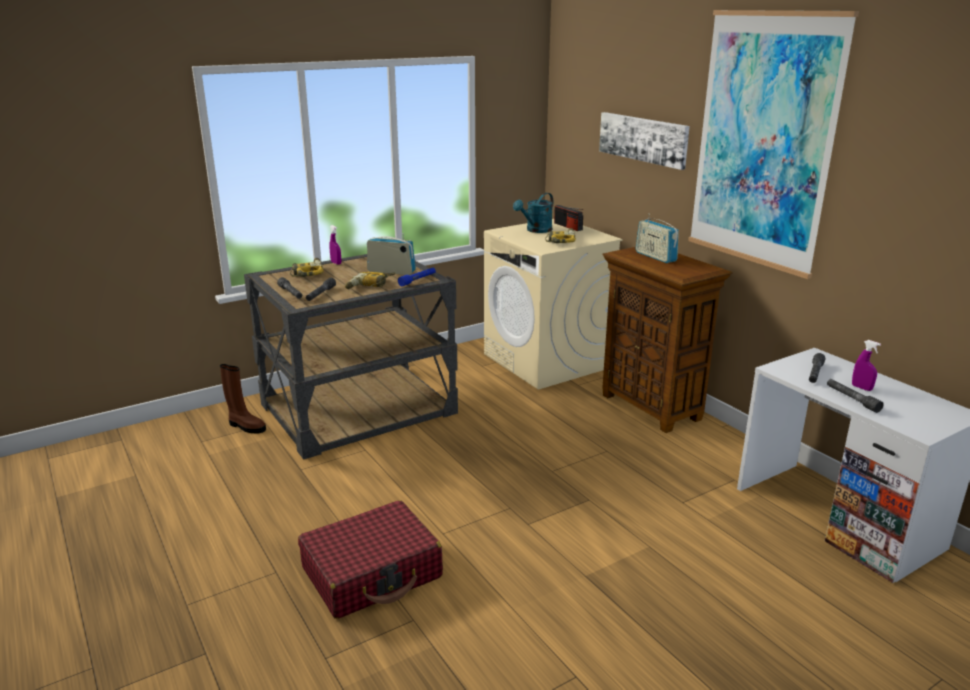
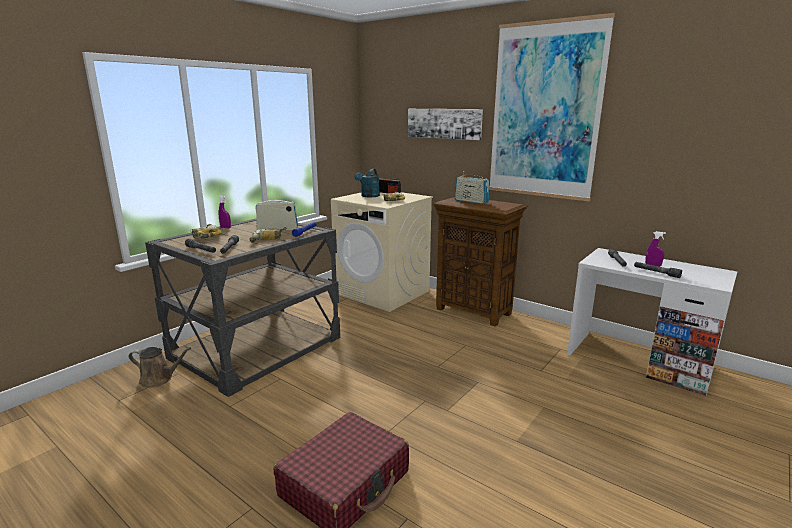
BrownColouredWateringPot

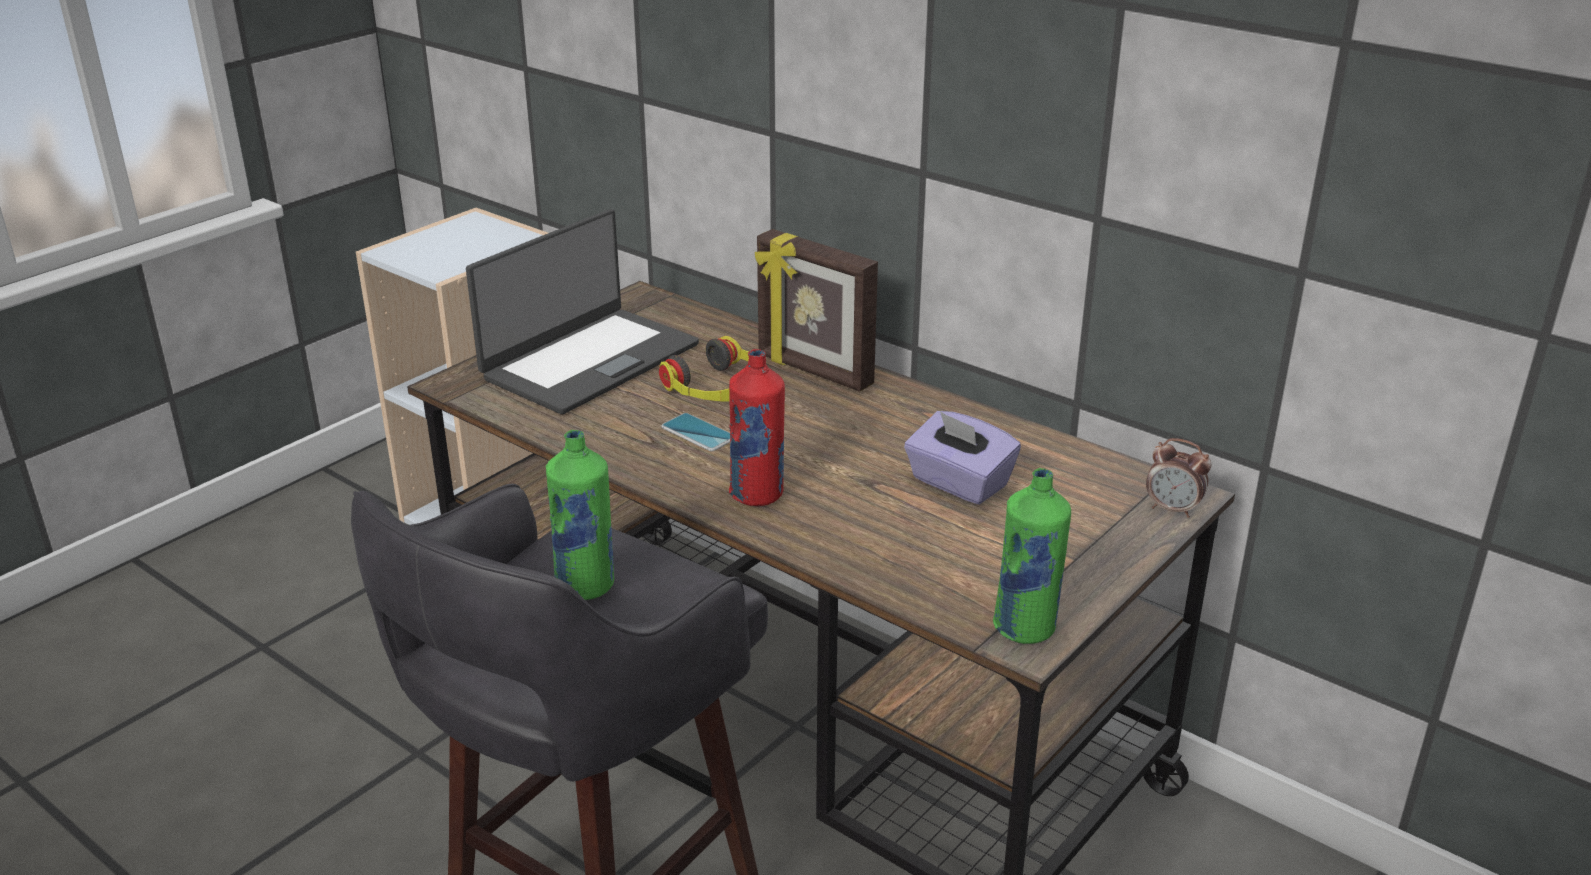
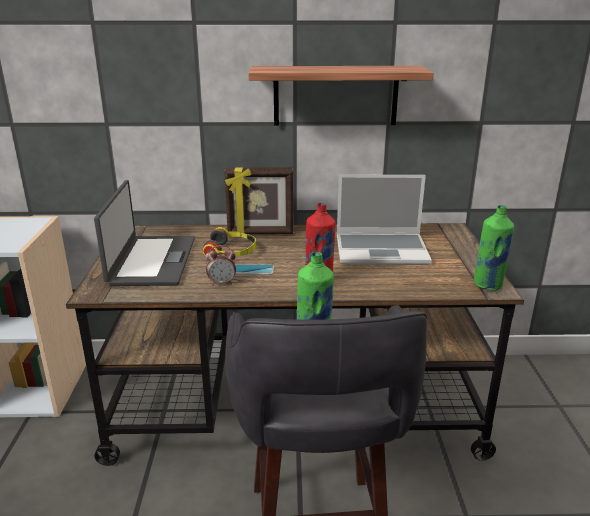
Shelf
AlarmClock
NotebookComputer (2nd from left)

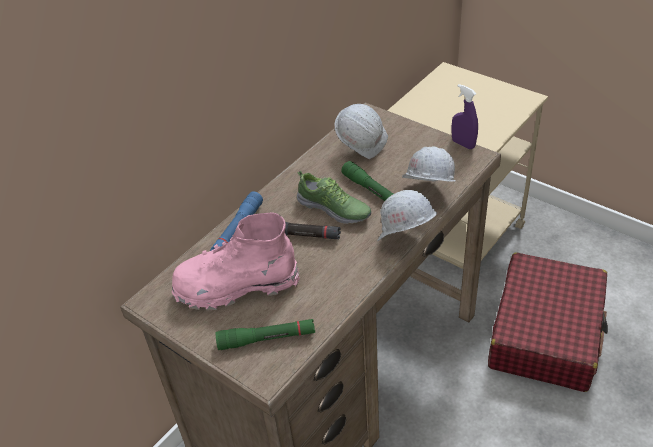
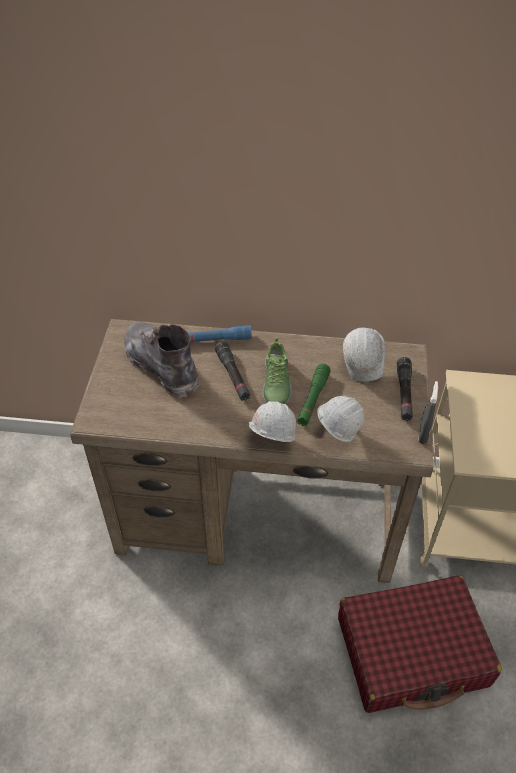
GreenishHandTorch (1st from left in the first image)
BlackColouredHandTorch (2nd from left)
GreyTallBoot
GreyHandSprayer

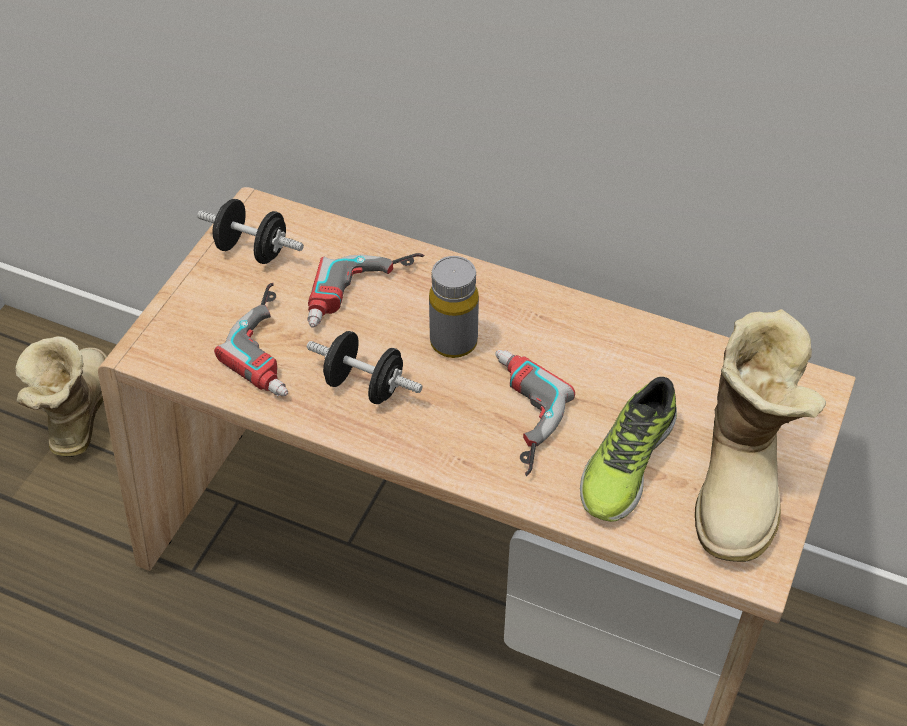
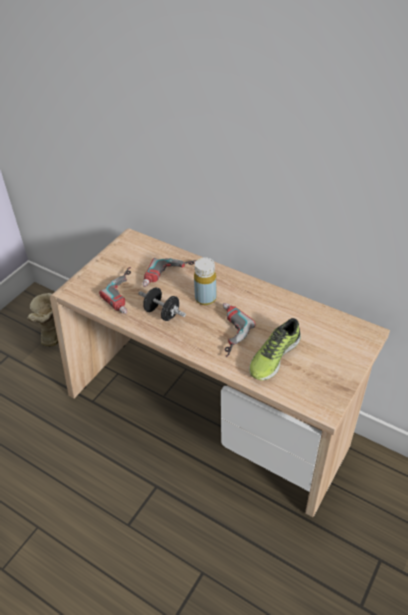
BlackColouredHandWeight (1st from left in the first image)
TallBoot (2nd from left in the first image)
YellowBeverageBottle

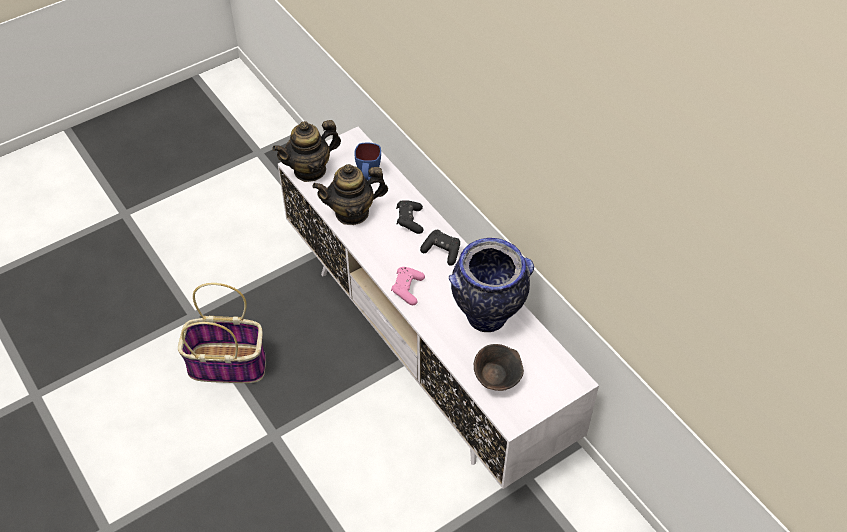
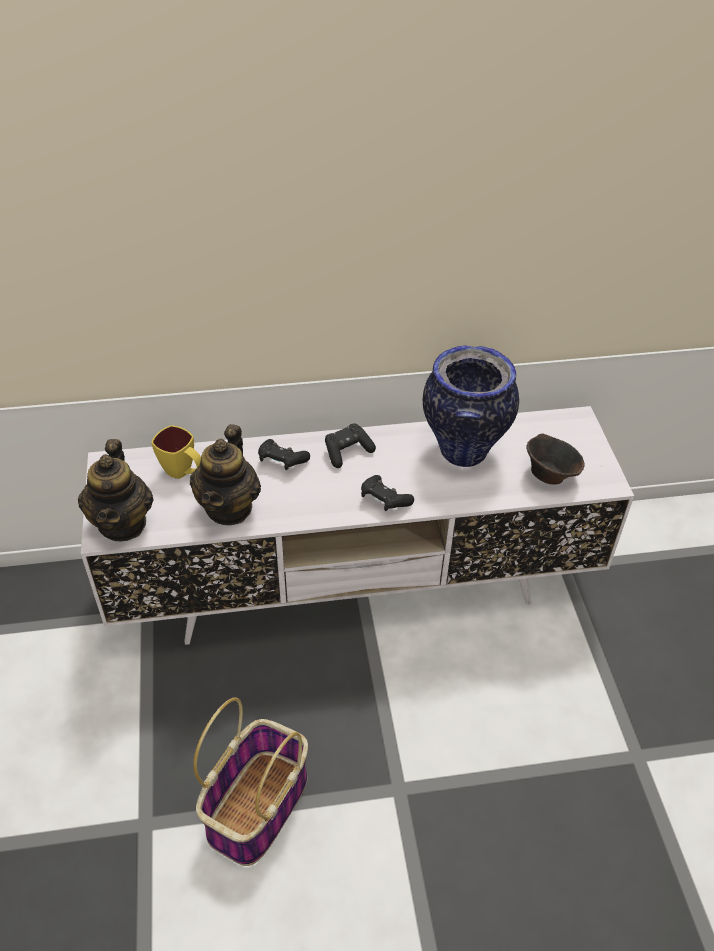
YellowCoffeeMug
BlackColouredGameController (3rd from left)

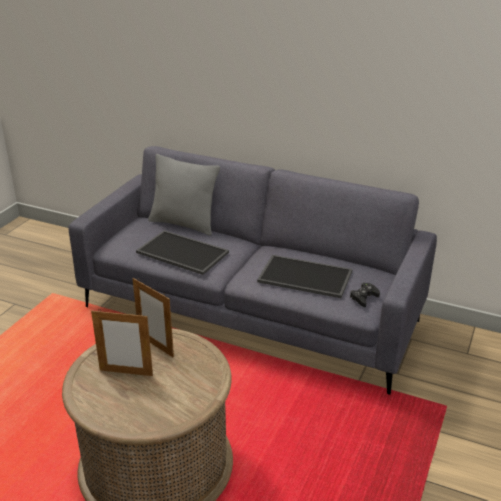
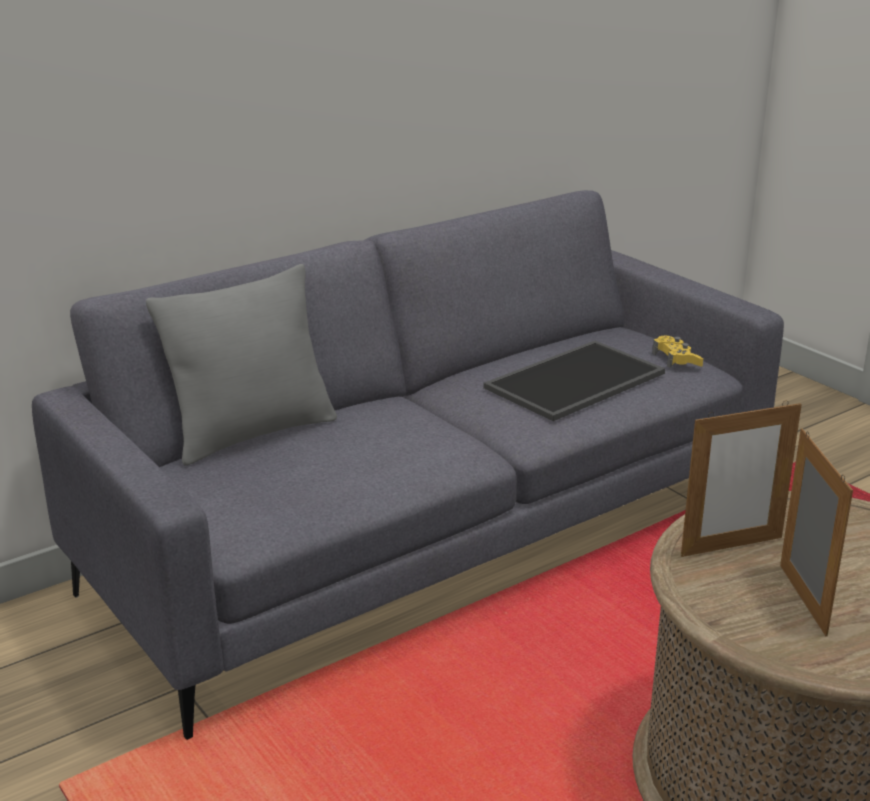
CarryingTray (1st from left in the first image)
YellowGameController
PhotoFrame (2nd from left)

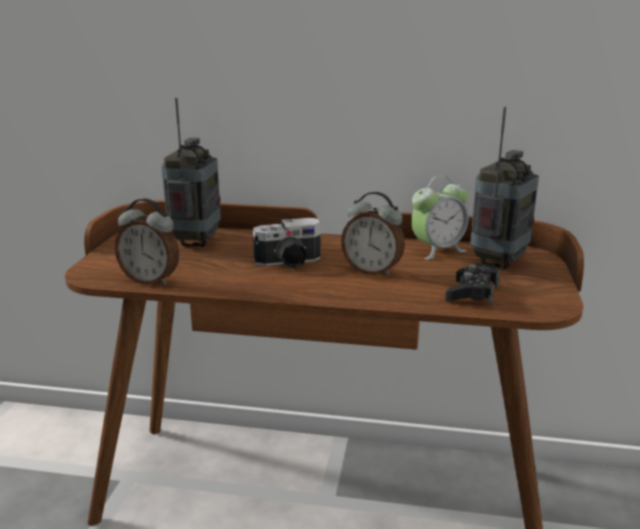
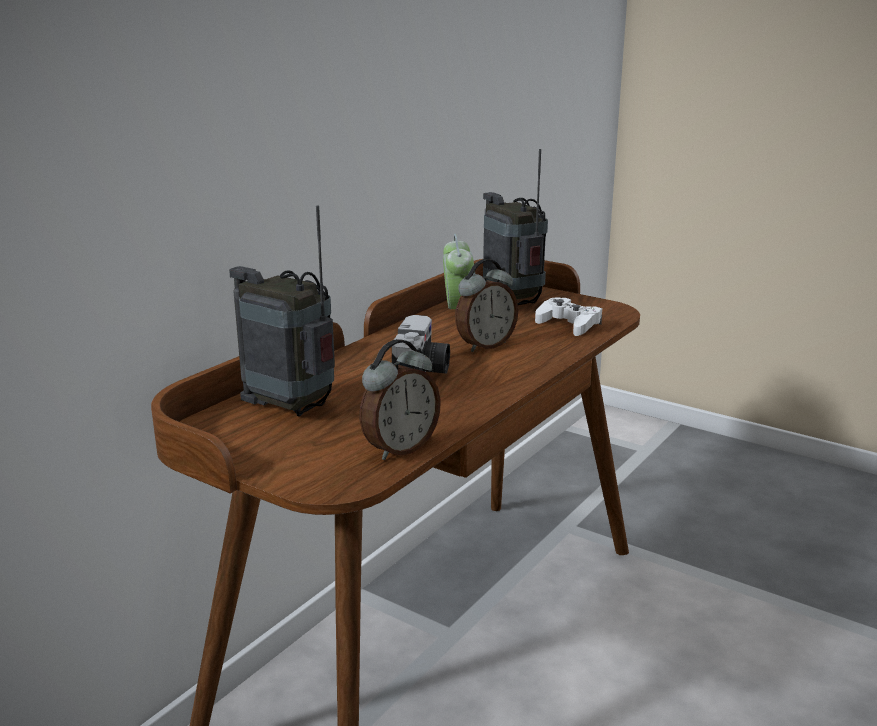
WhiteGameController

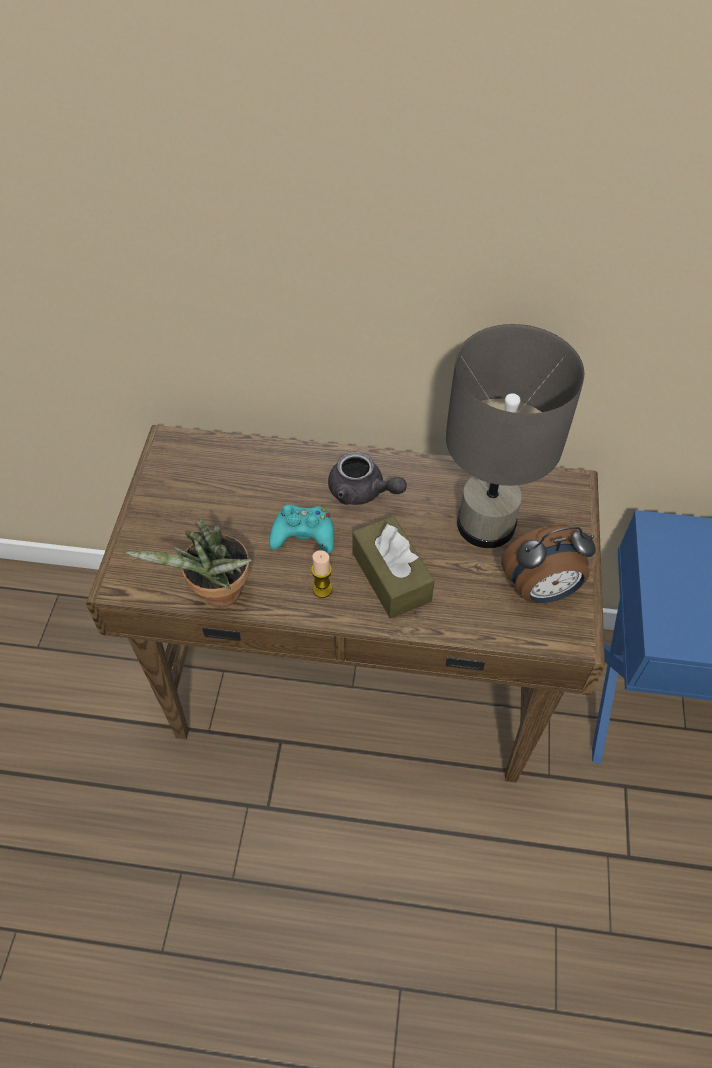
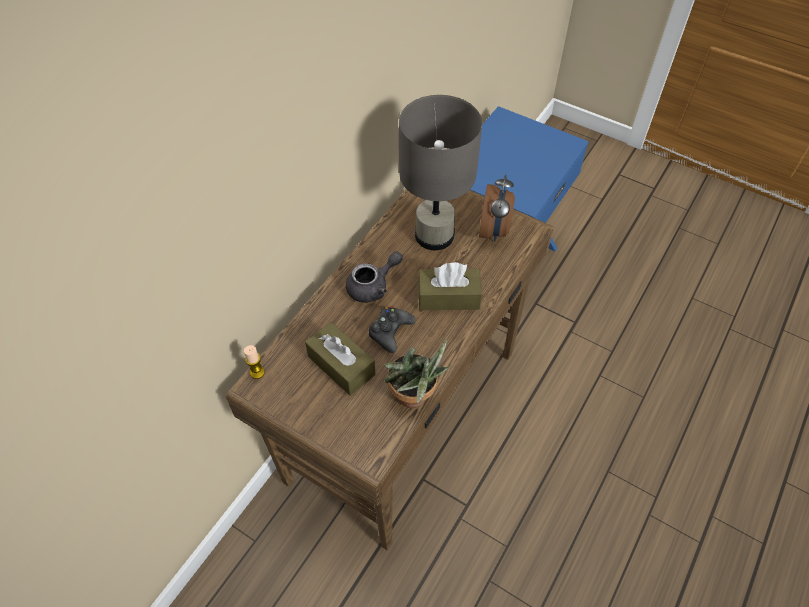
BrownColouredTissueHolder (1st from left)
WaxCandle
BlackColouredGameController

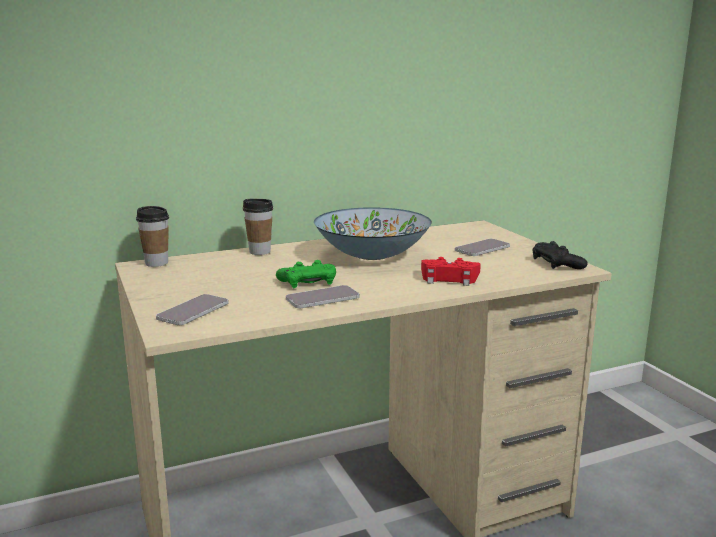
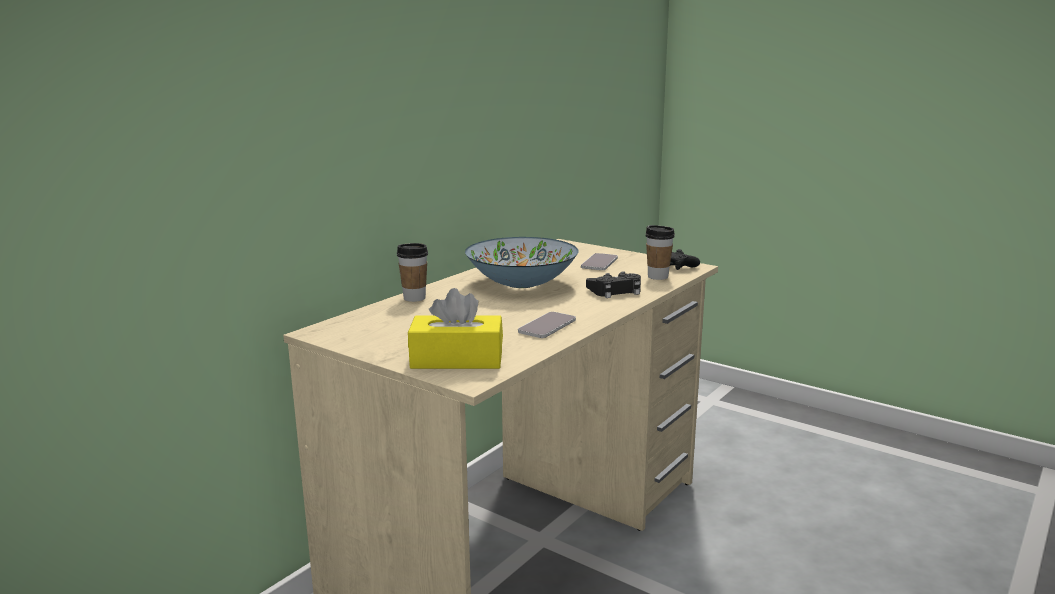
GreenishGameController
Cup (2nd from left)
YellowTissueHolder
BlackColouredGameController (1st from left)

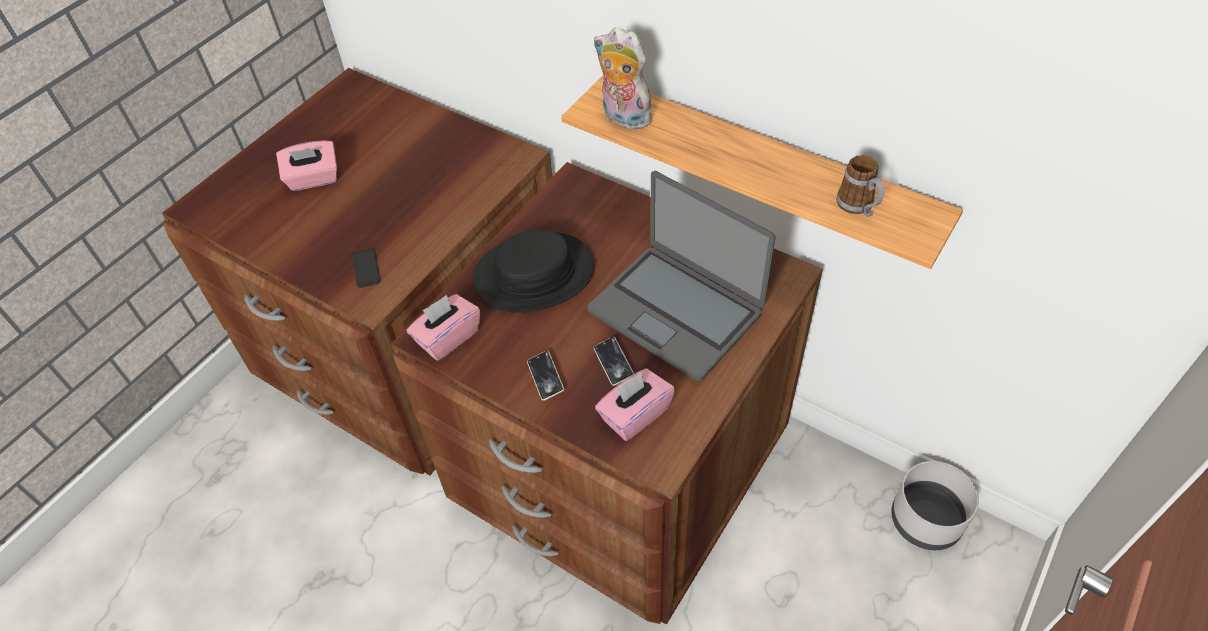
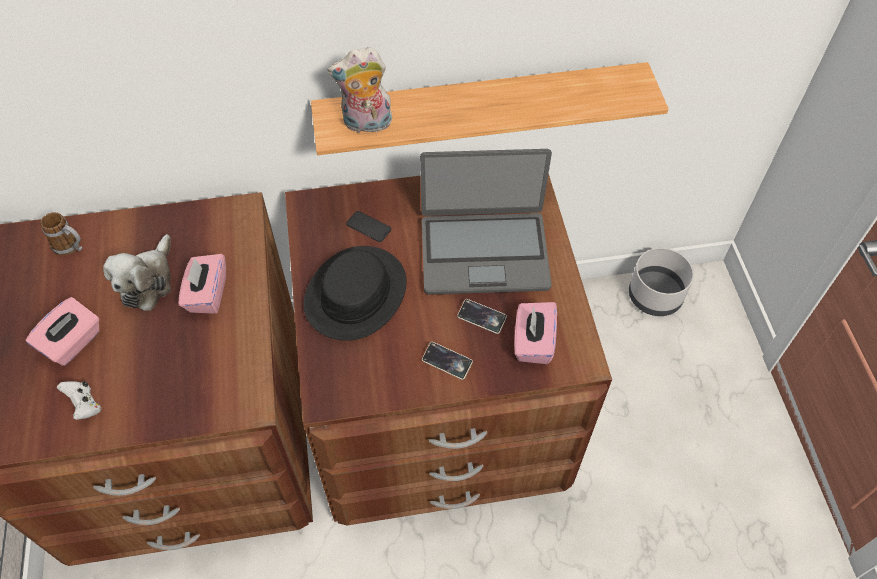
WhiteGameController
CuddlyToy (1st from left)
Handset (1st from left)
PinkishTissueHolder (2nd from left)
CoffeeMug

